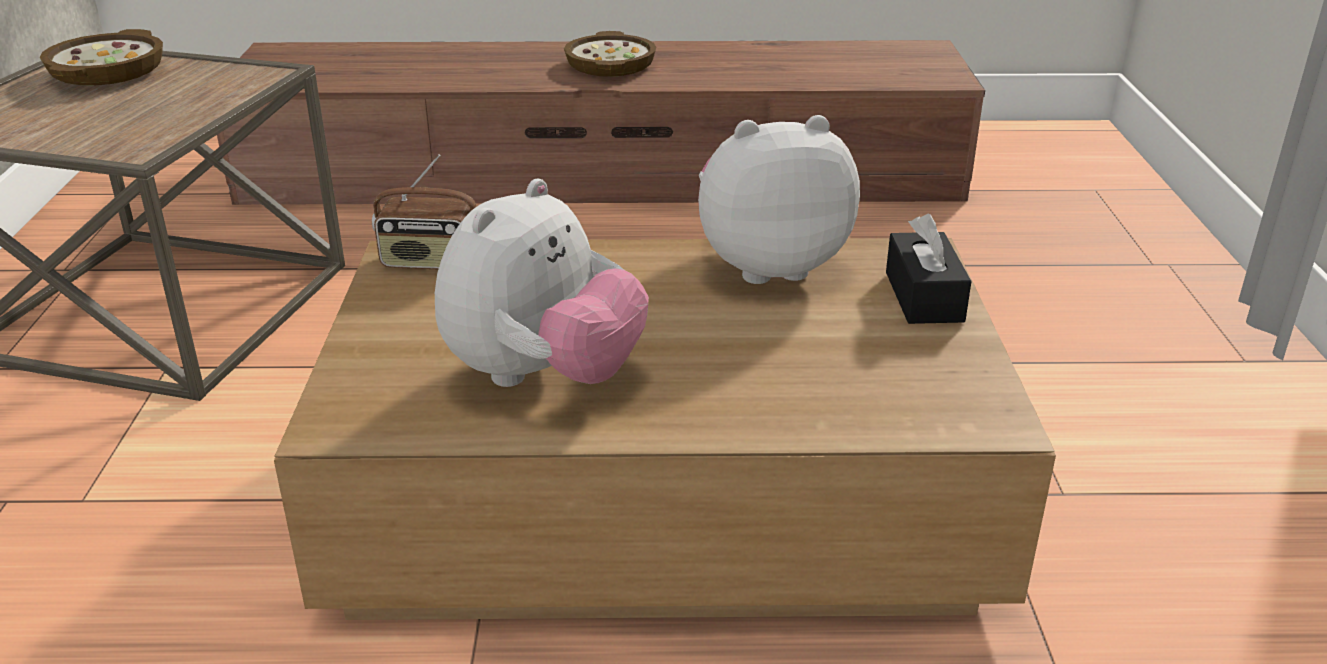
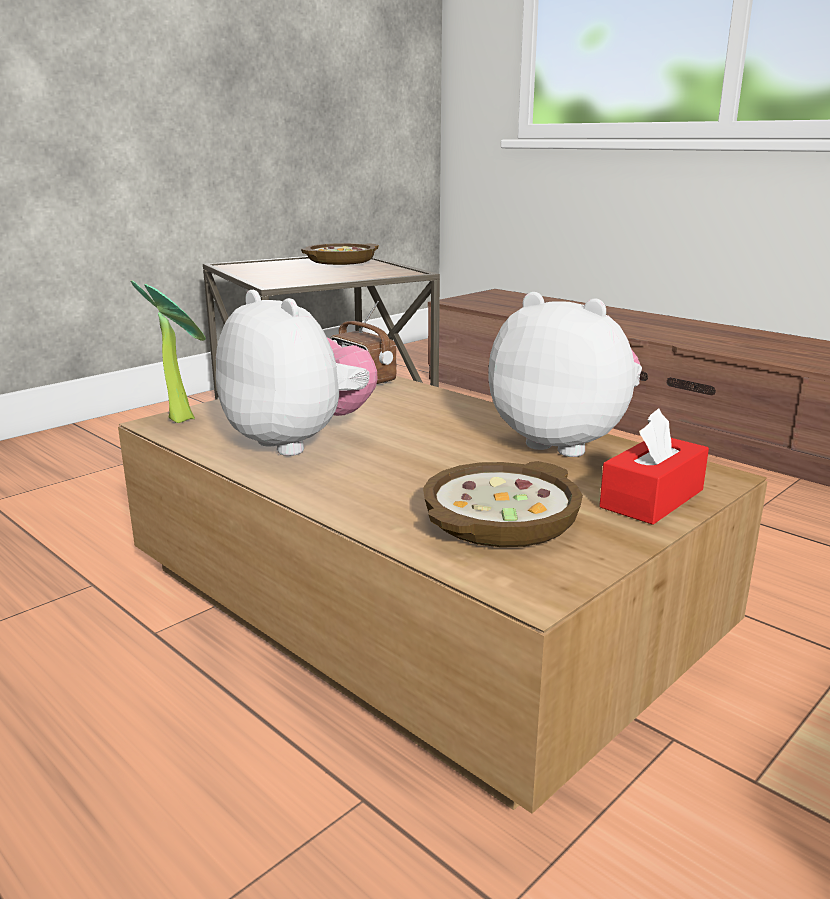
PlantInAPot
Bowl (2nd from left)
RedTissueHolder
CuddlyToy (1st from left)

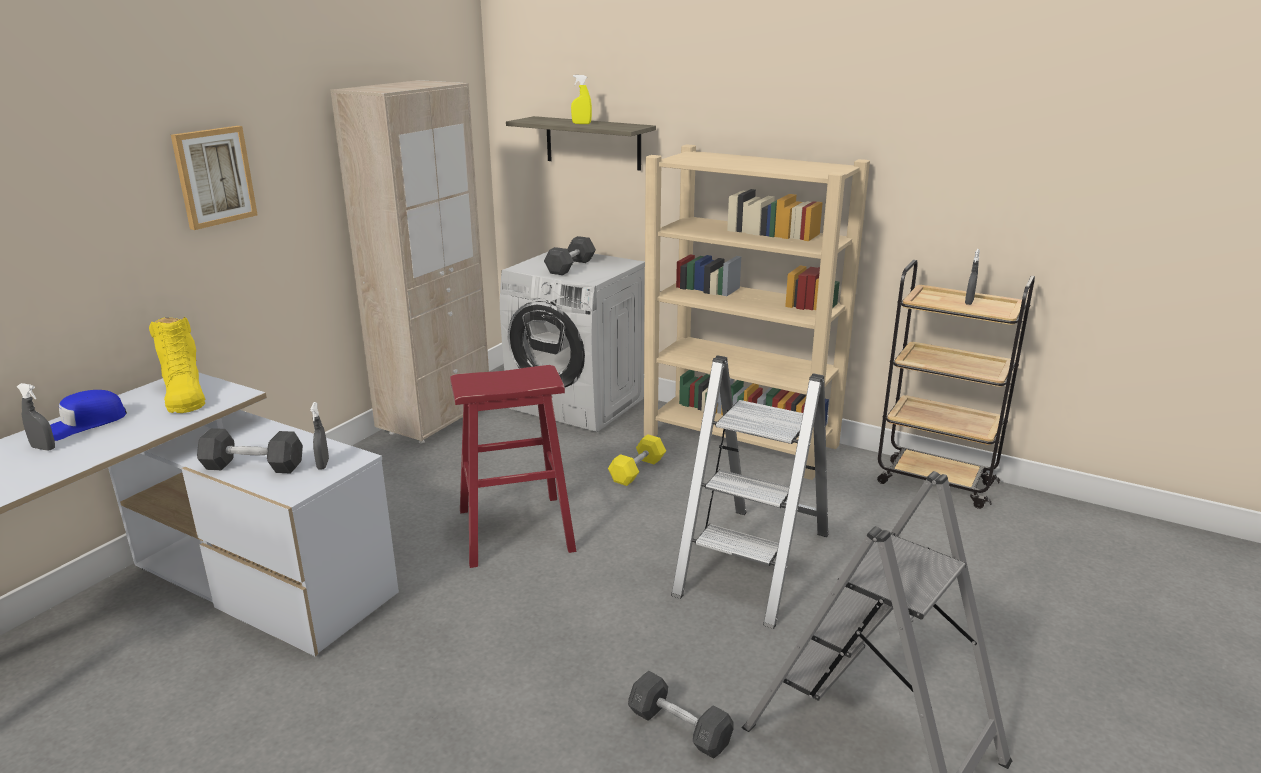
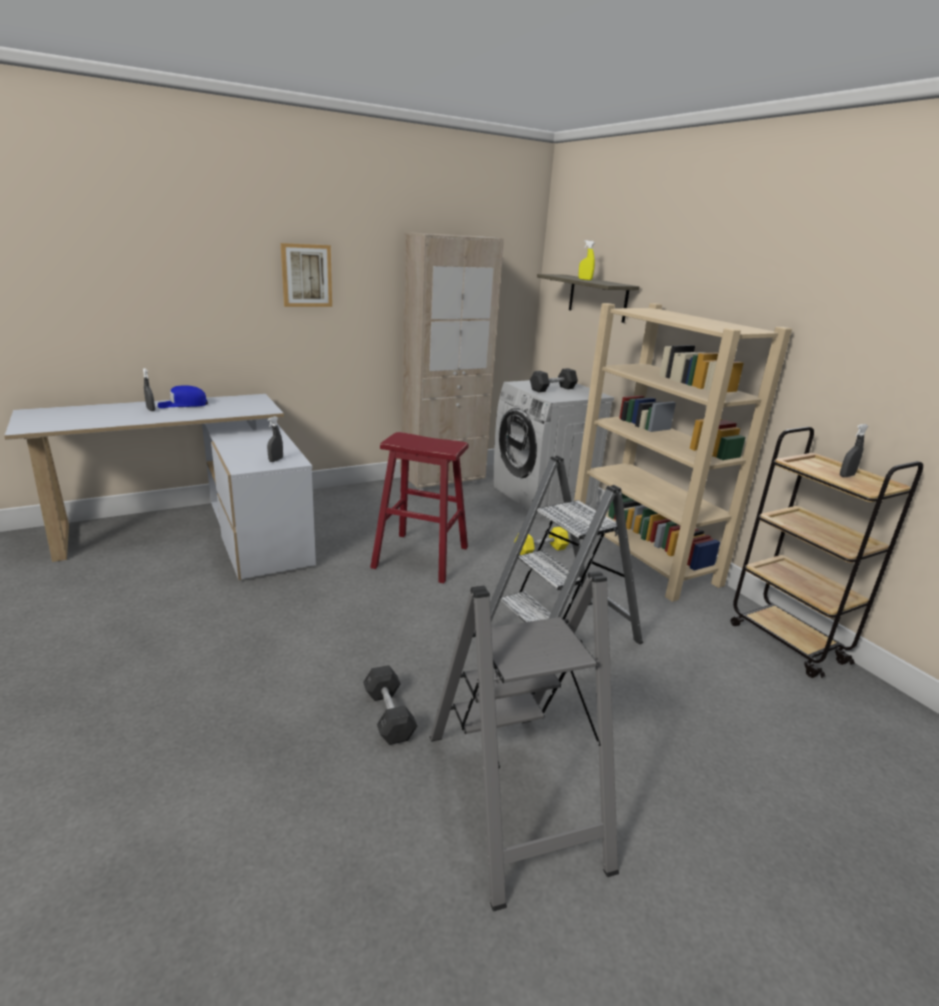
YellowTallBoot
GreyHandWeight (1st from left in the first image)

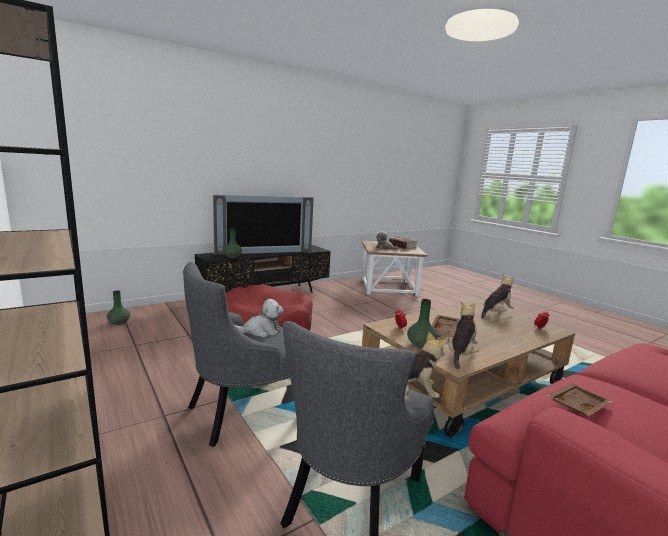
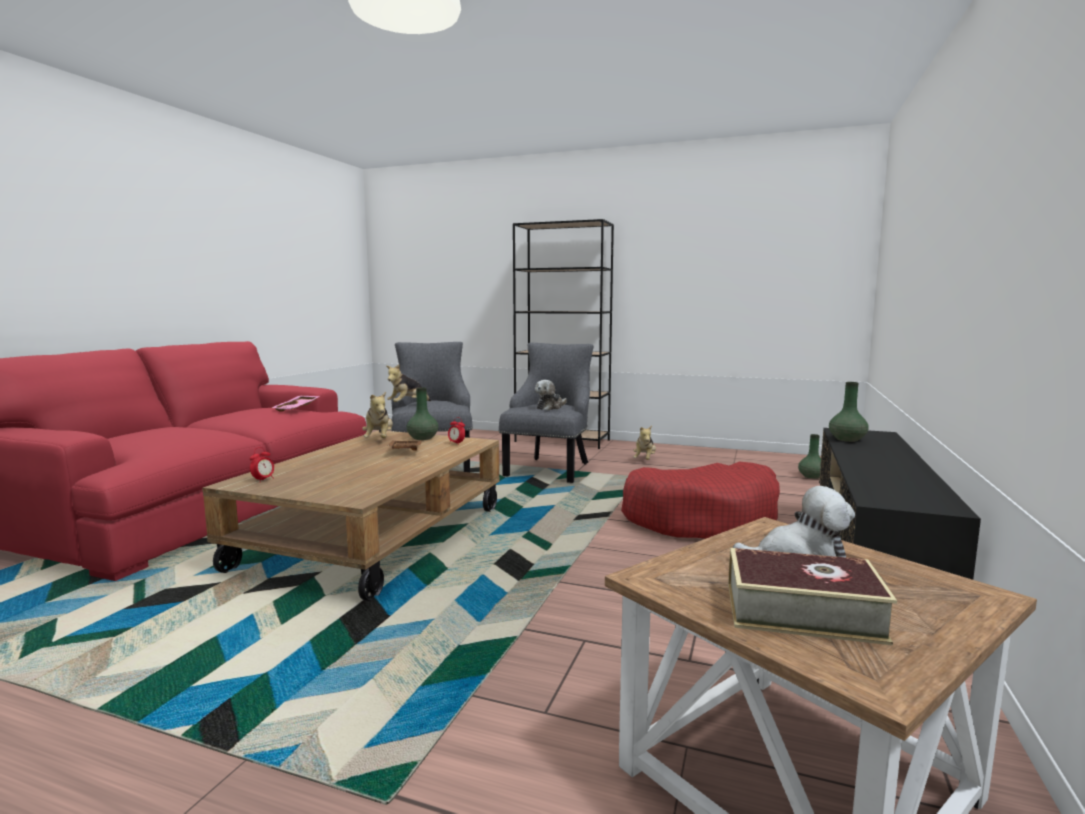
TvSet
CuddlyToy (4th from left)
PinkishCarryingTray

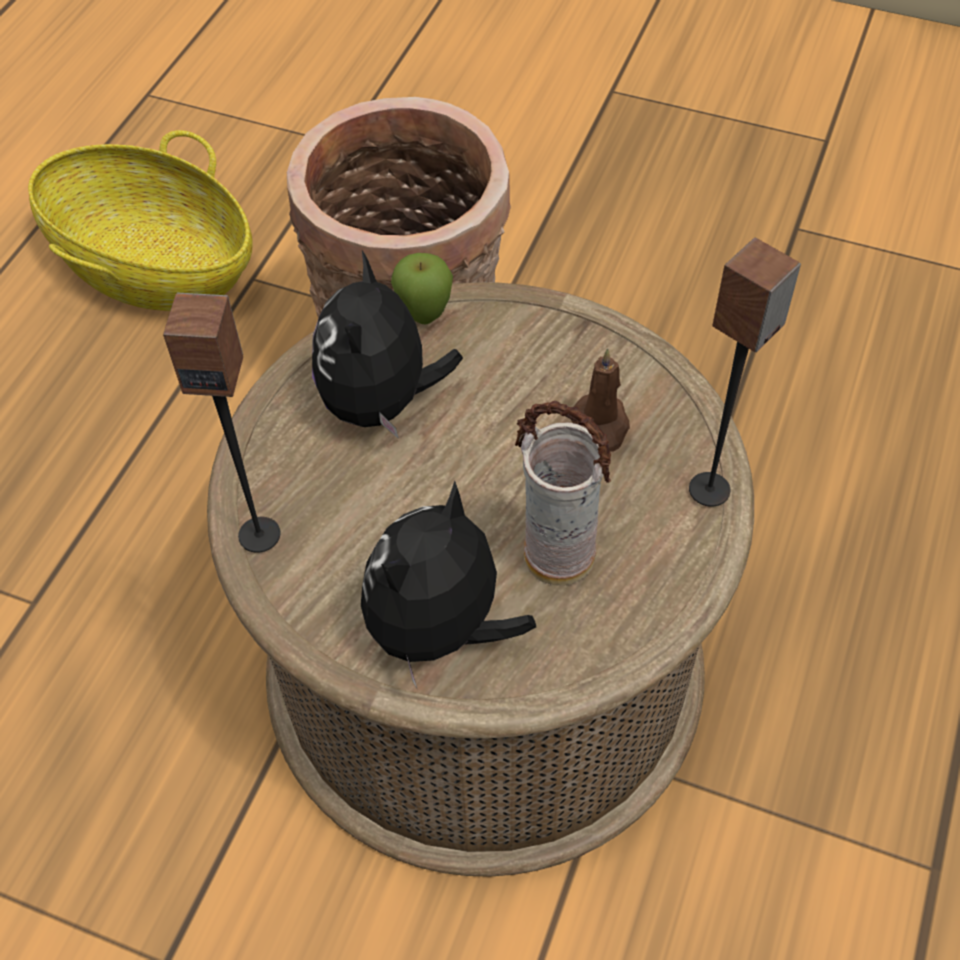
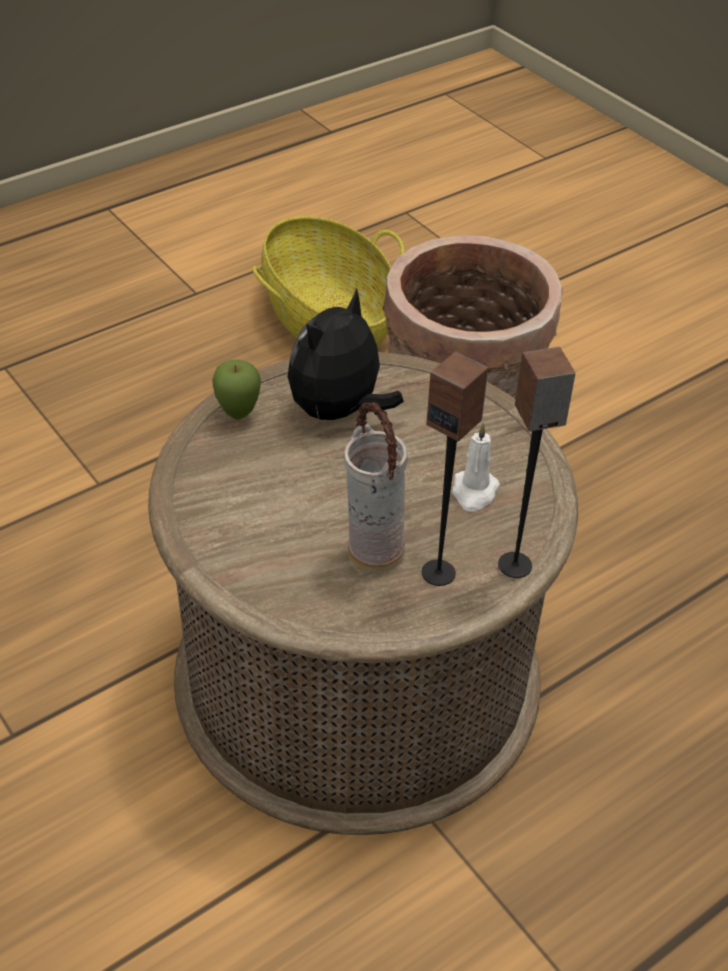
CuddlyToy (2nd from left in the first image)
AudioSpeaker (1st from left)
WholeApple
WhiteWaxCandle

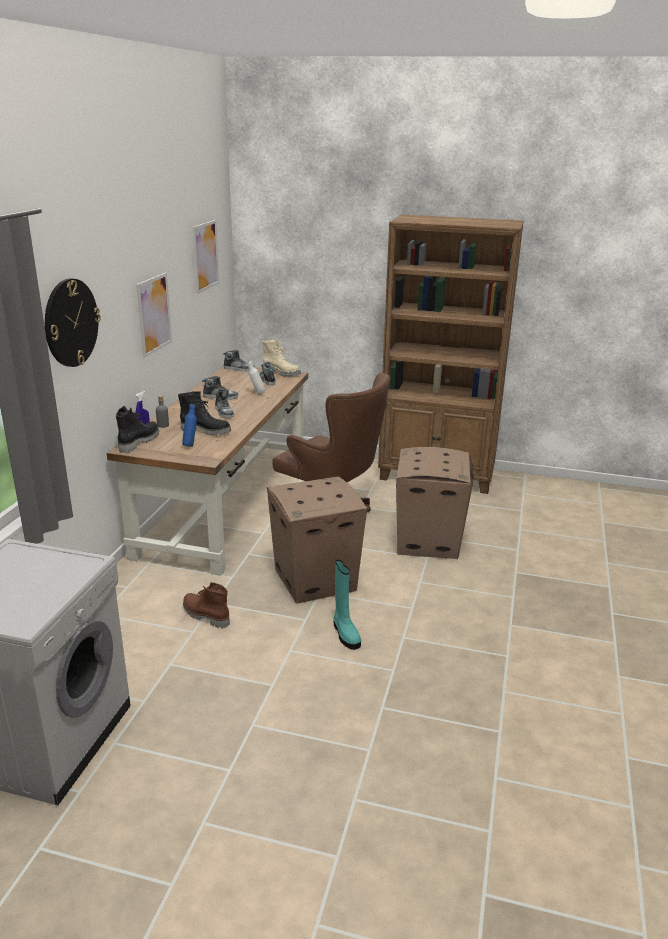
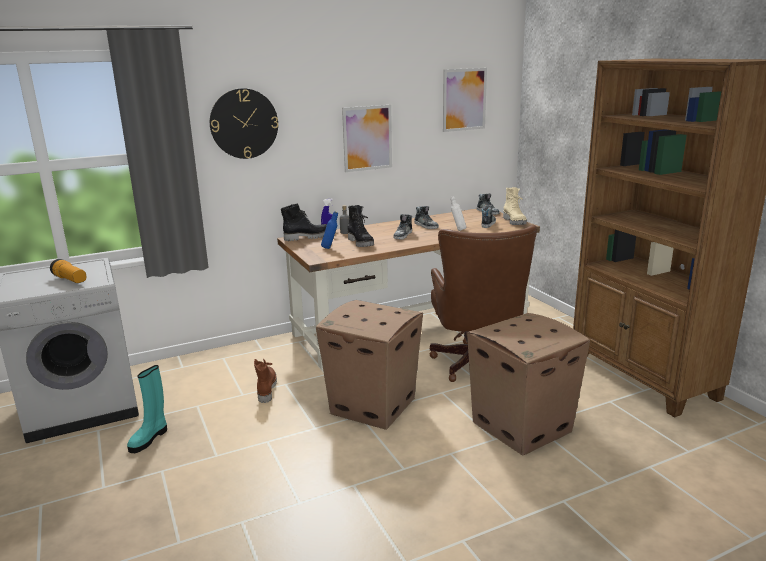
HandTorch
TurquoiseColouredTallBoot

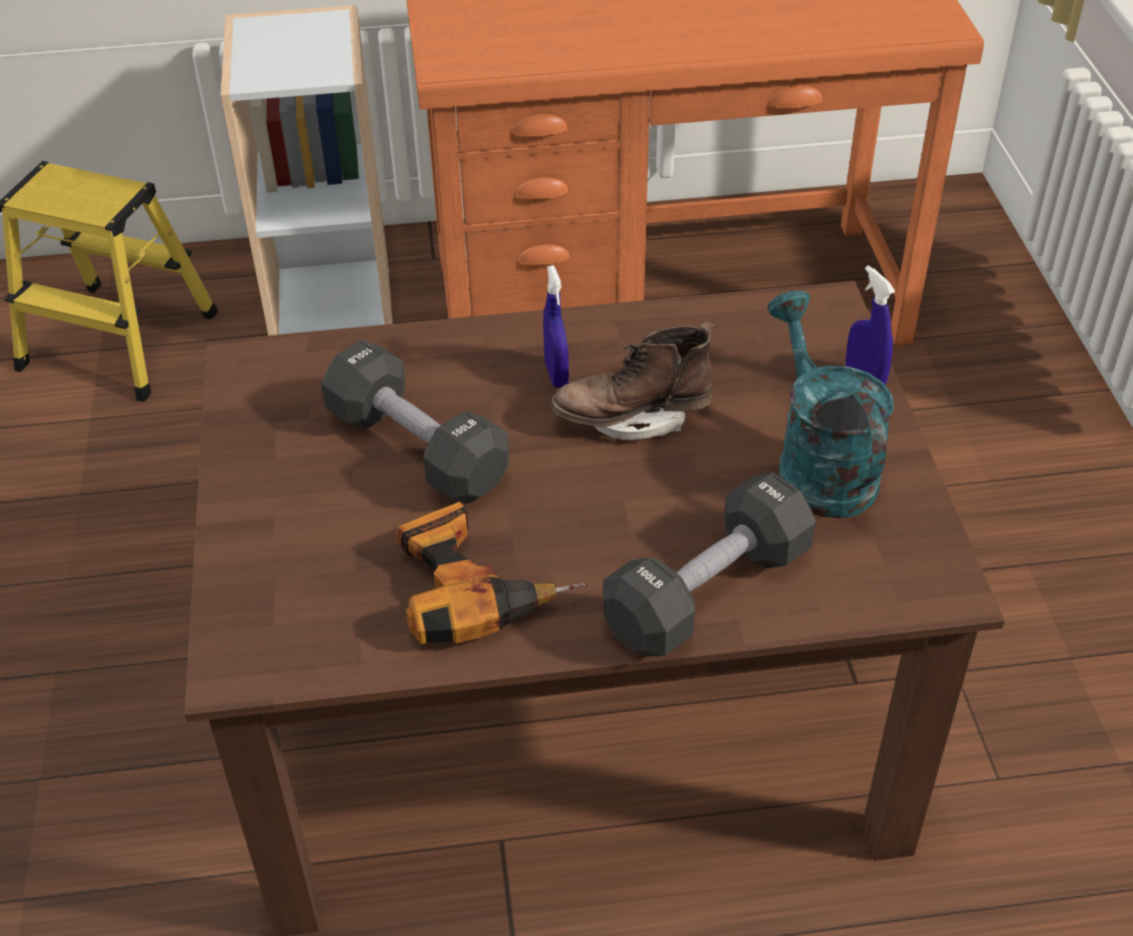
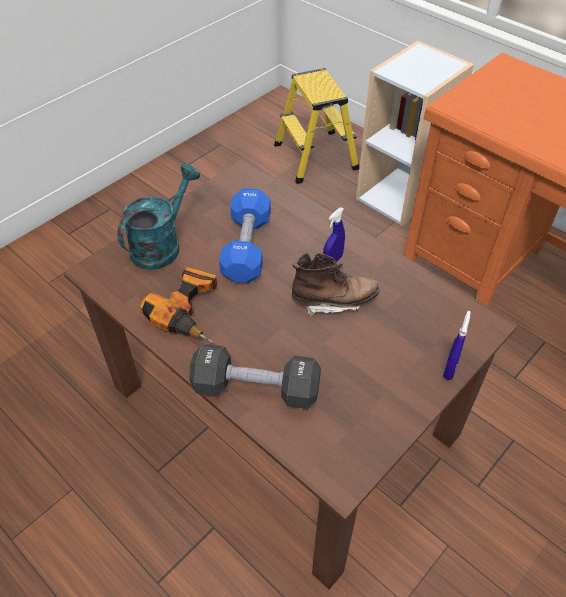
TurquoiseColouredWateringPot
BlueColouredHandWeight
BrownColouredTallBoot

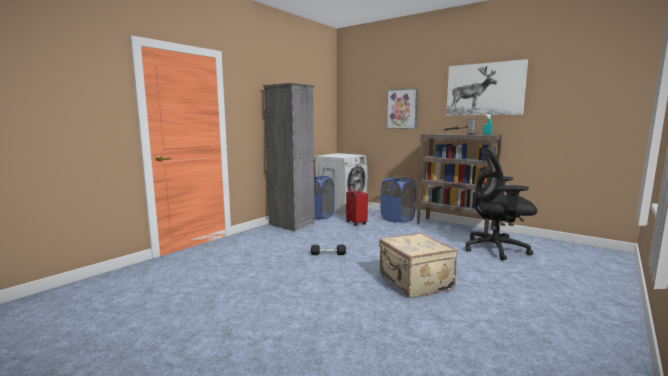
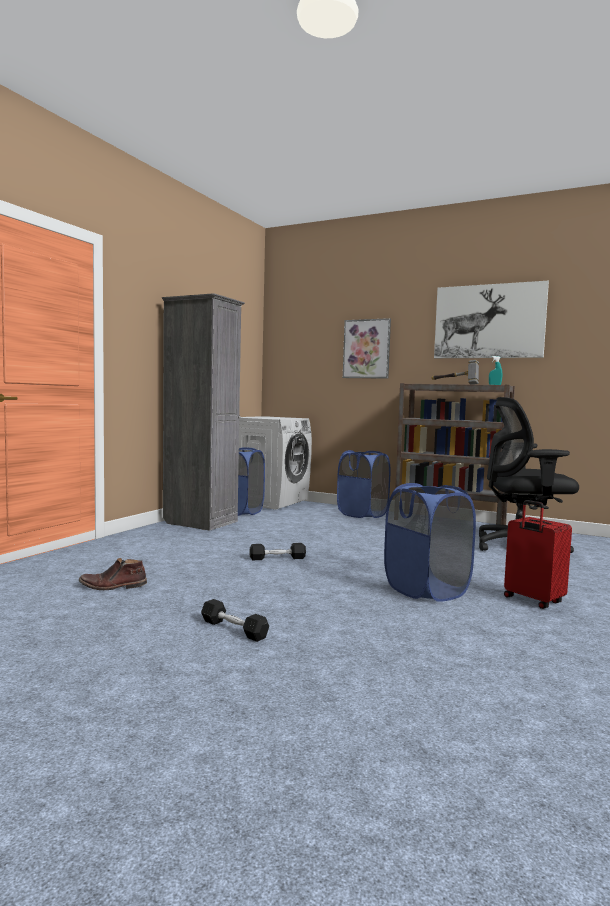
BrownColouredTallBoot
BlackColouredHandWeight (1st from left)
RedPieceOfLuggage
BlueColouredLaundryBasket (3rd from left)

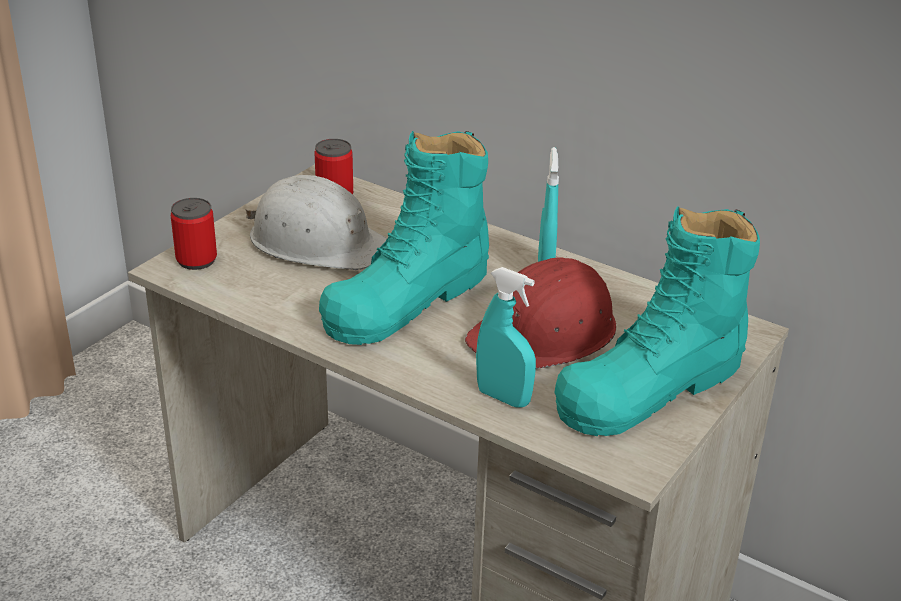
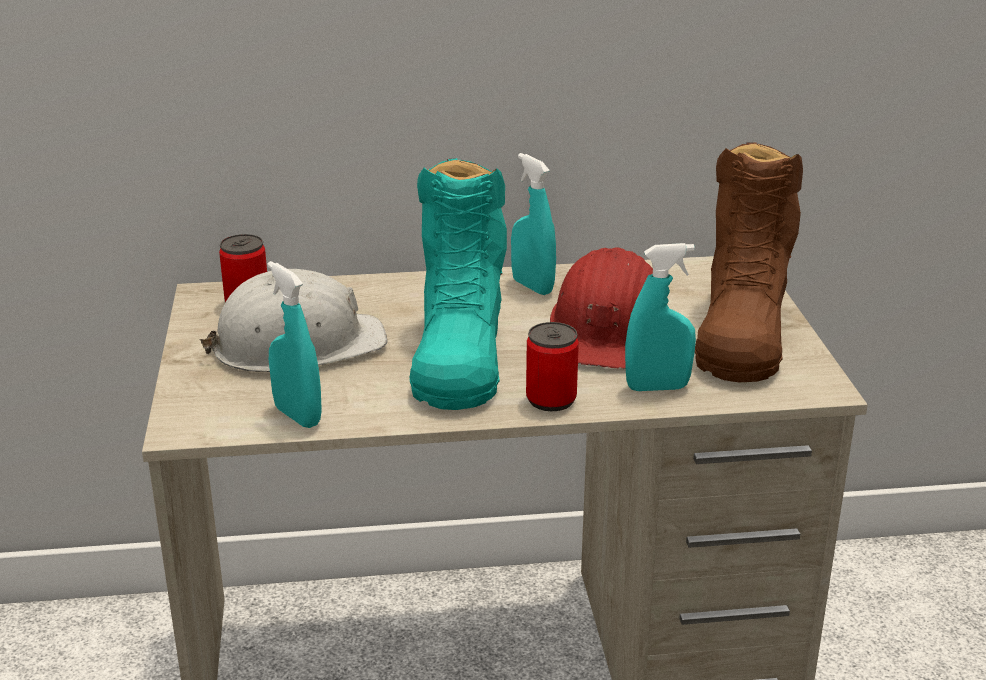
TurquoiseColouredHandSprayer (1st from left)
Can (2nd from left)
BrownColouredTallBoot

